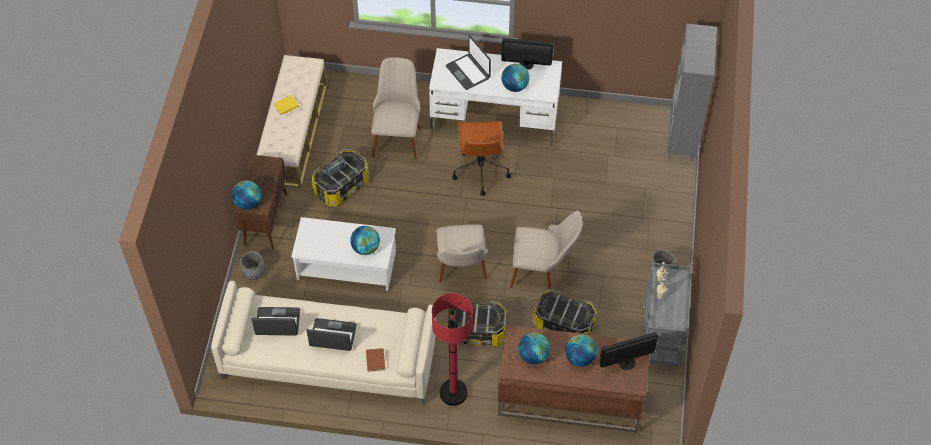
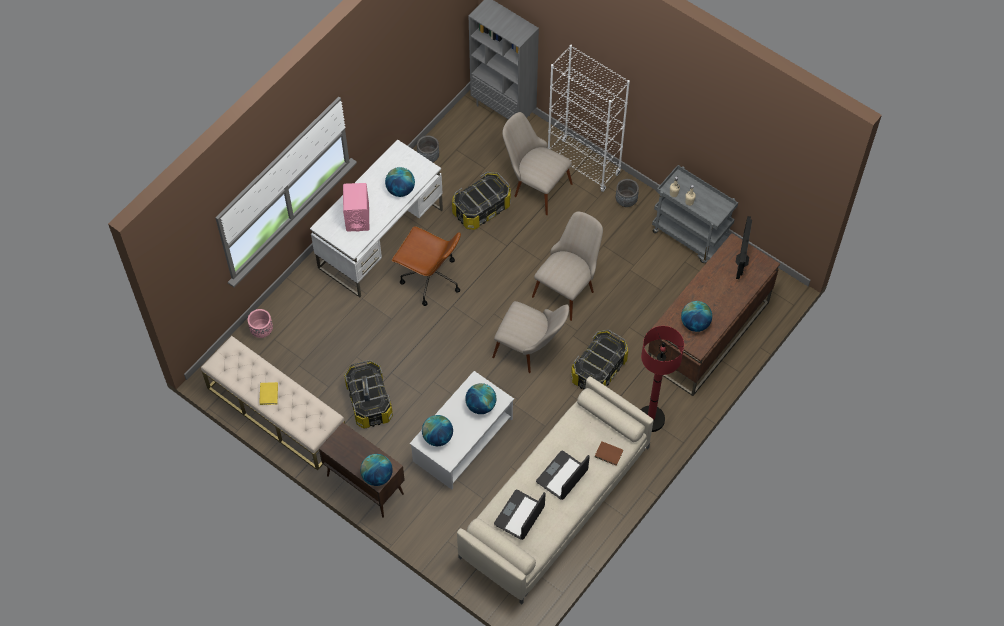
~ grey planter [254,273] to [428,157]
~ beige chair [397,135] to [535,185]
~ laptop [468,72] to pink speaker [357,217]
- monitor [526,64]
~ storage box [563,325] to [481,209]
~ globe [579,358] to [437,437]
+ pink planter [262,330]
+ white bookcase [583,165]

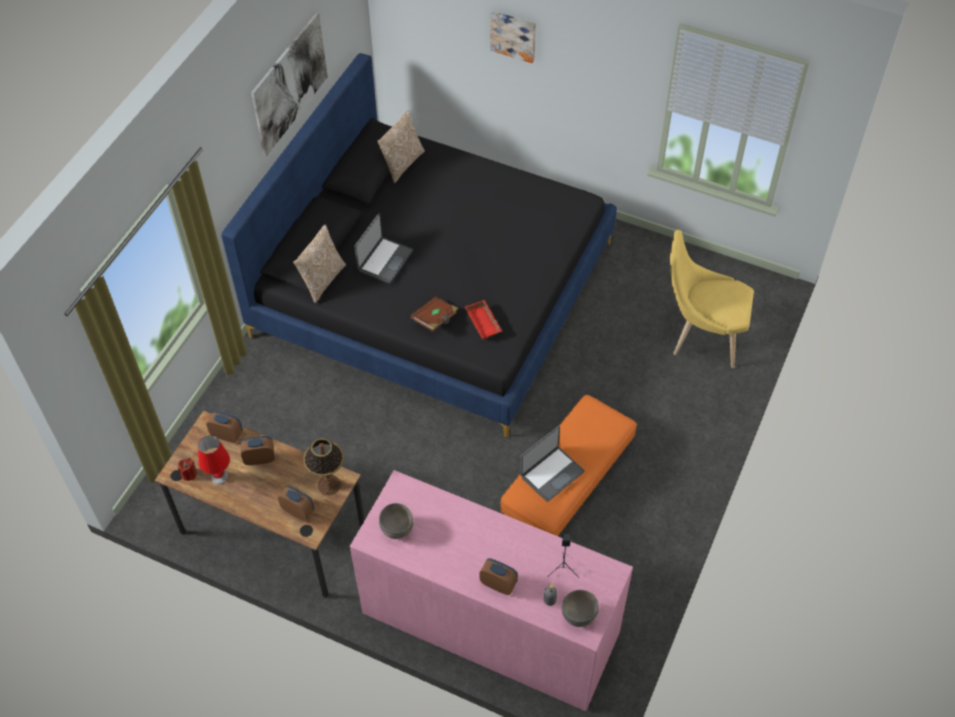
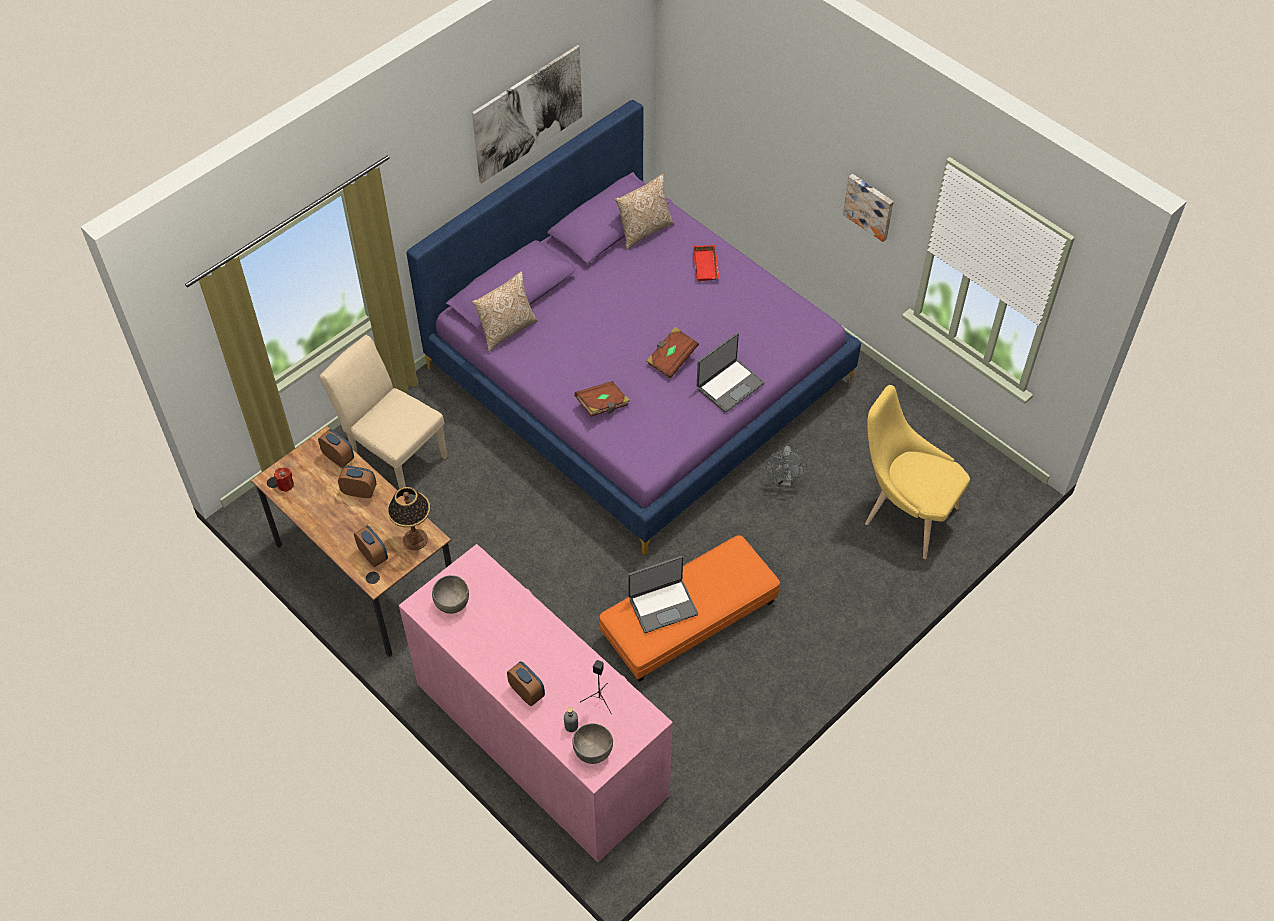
- red table lamp [219,476]
~ black bed [434,288] to purple bed [638,374]
~ laptop [384,260] to [729,385]
~ red tray [484,322] to [707,266]
~ picture [513,35] to [870,206]
+ beige chair [393,455]
+ brown book [671,359]
+ grey fan [784,480]

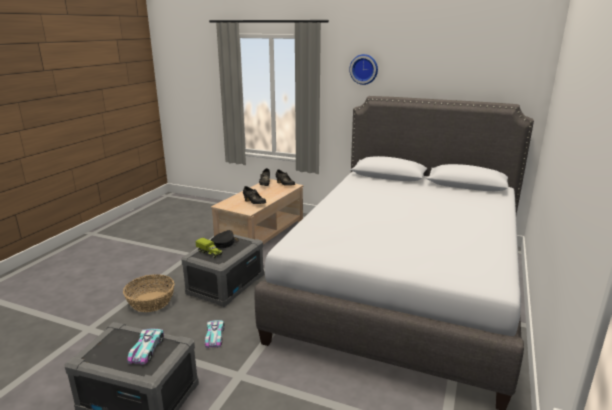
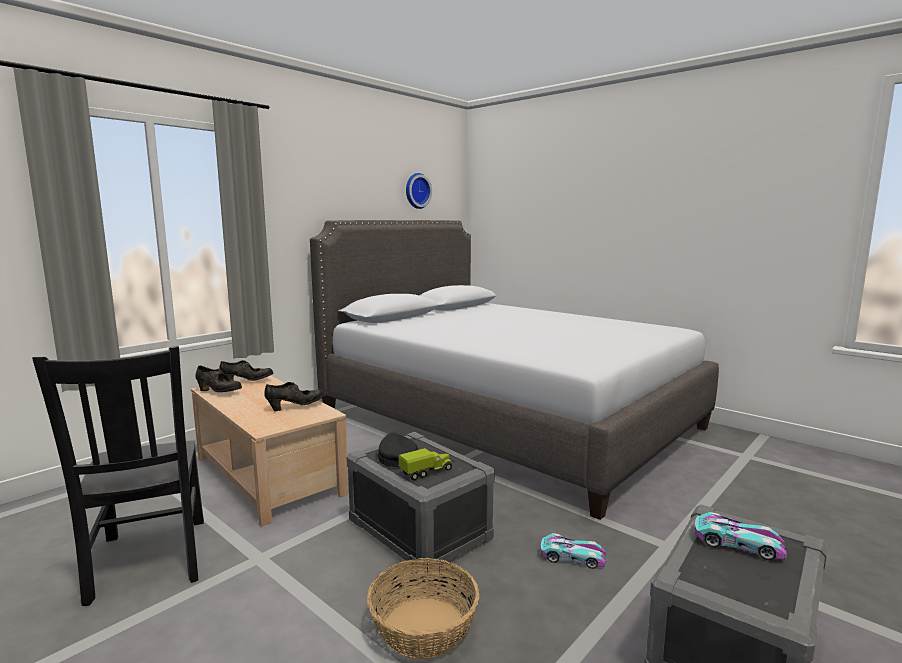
~ wall clock [364,69] to [416,191]
+ black chair [148,561]

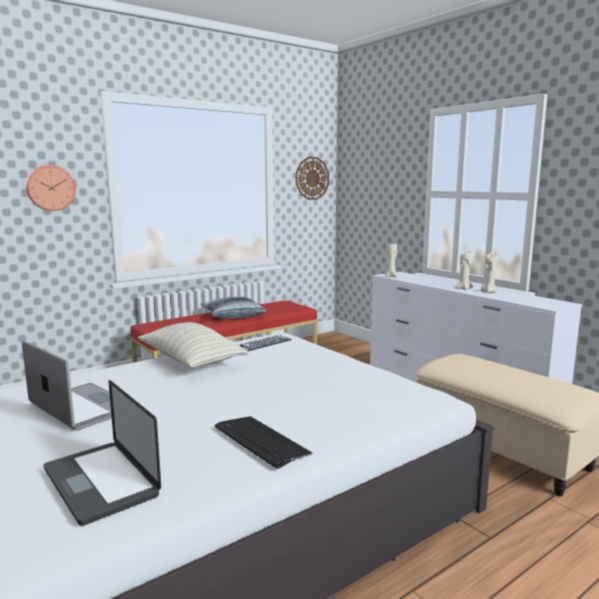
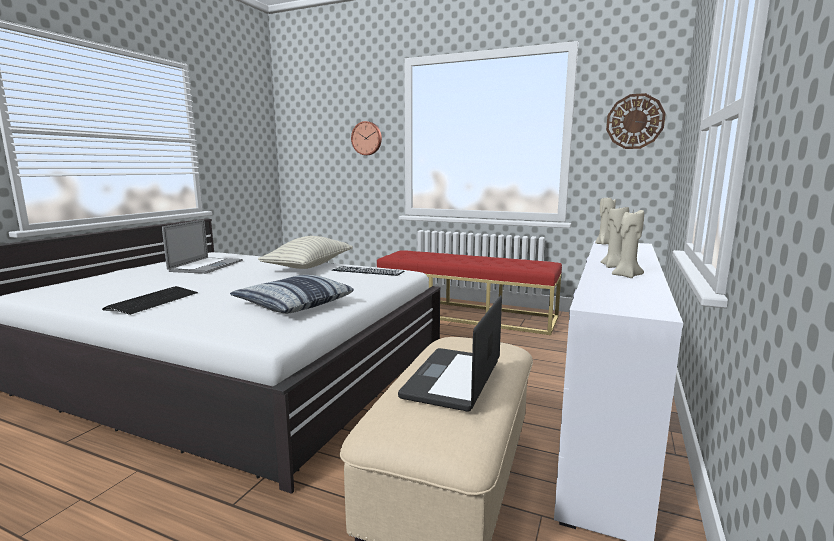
~ laptop [100,482] to [453,379]
~ pillow [232,315] to [293,304]

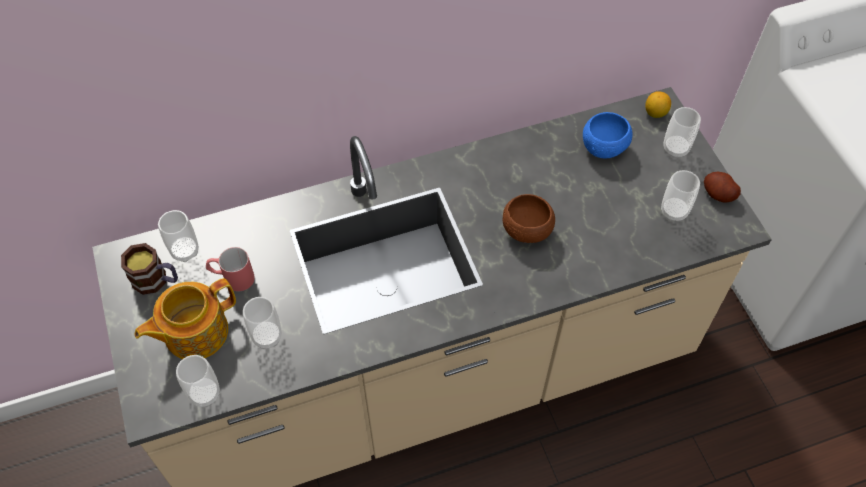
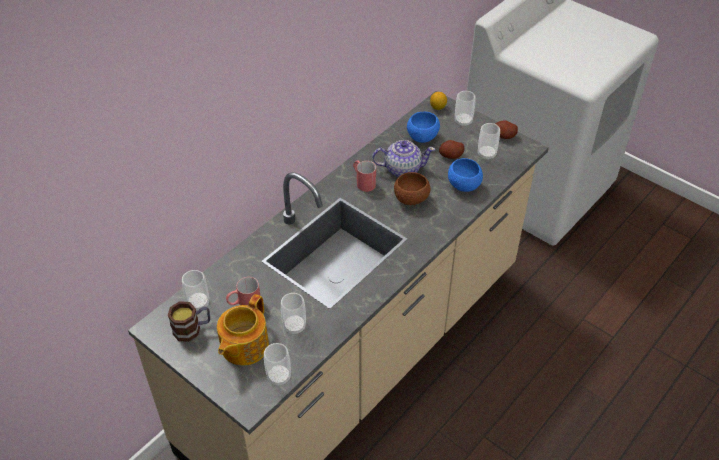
+ red mug [363,182]
+ teapot [402,169]
+ potato [451,156]
+ blue bowl [464,185]

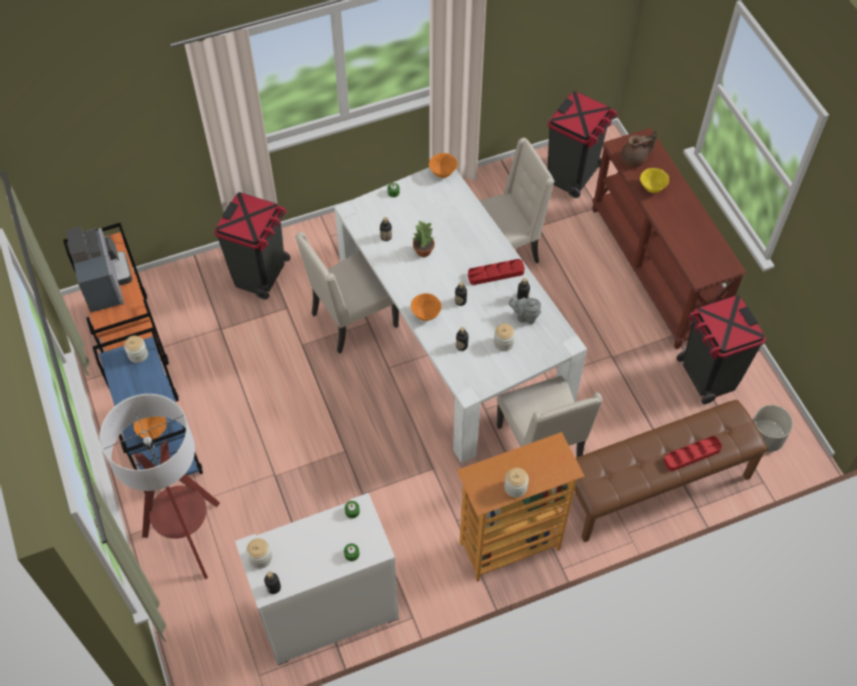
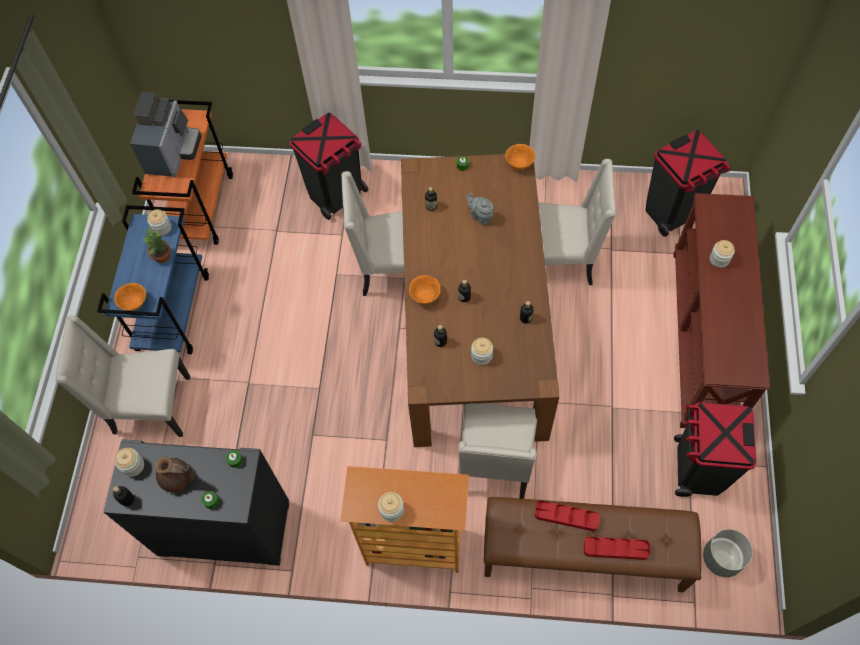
~ floor lamp [189,538] to beige chair [150,407]
~ white cabinet [327,613] to black cabinet [223,529]
~ white dining table [453,336] to brown dining table [473,323]
~ potted plant [423,251] to [162,256]
~ red tray [496,274] to [566,516]
~ grey teapot [525,317] to [480,216]
~ brown teapot [635,159] to [178,478]
~ yellow bowl [652,188] to jar [719,259]

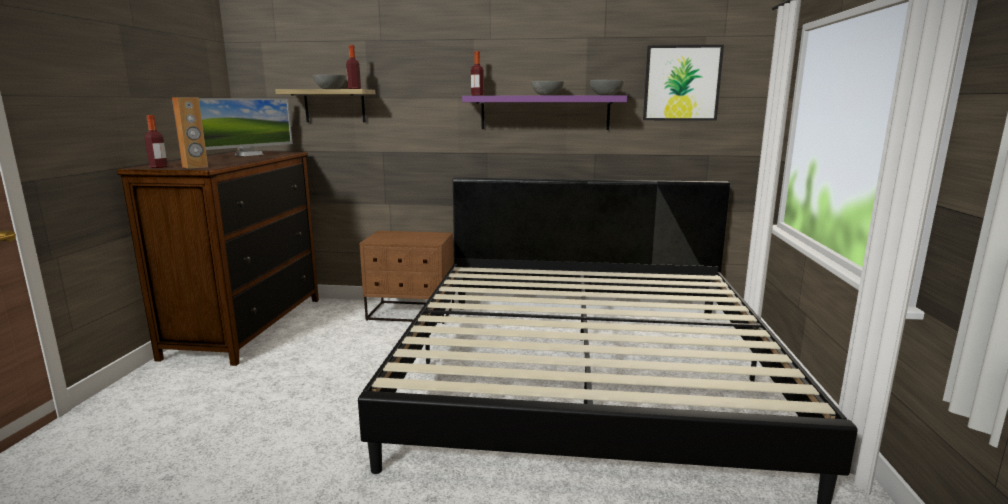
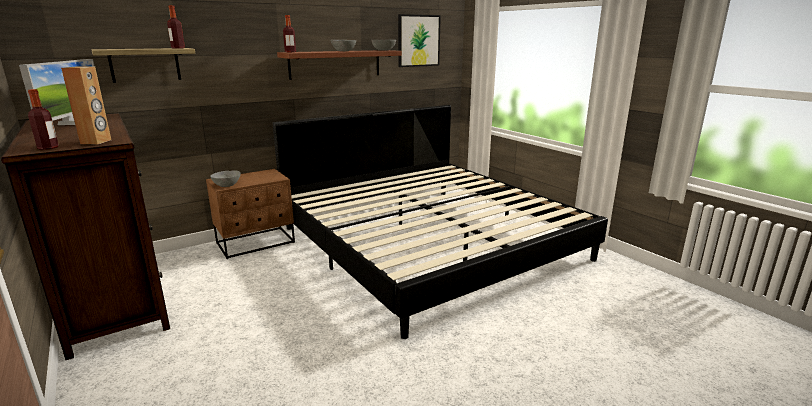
~ grey bowl [330,89] to [227,185]
~ purple shelf [544,112] to brown shelf [335,64]

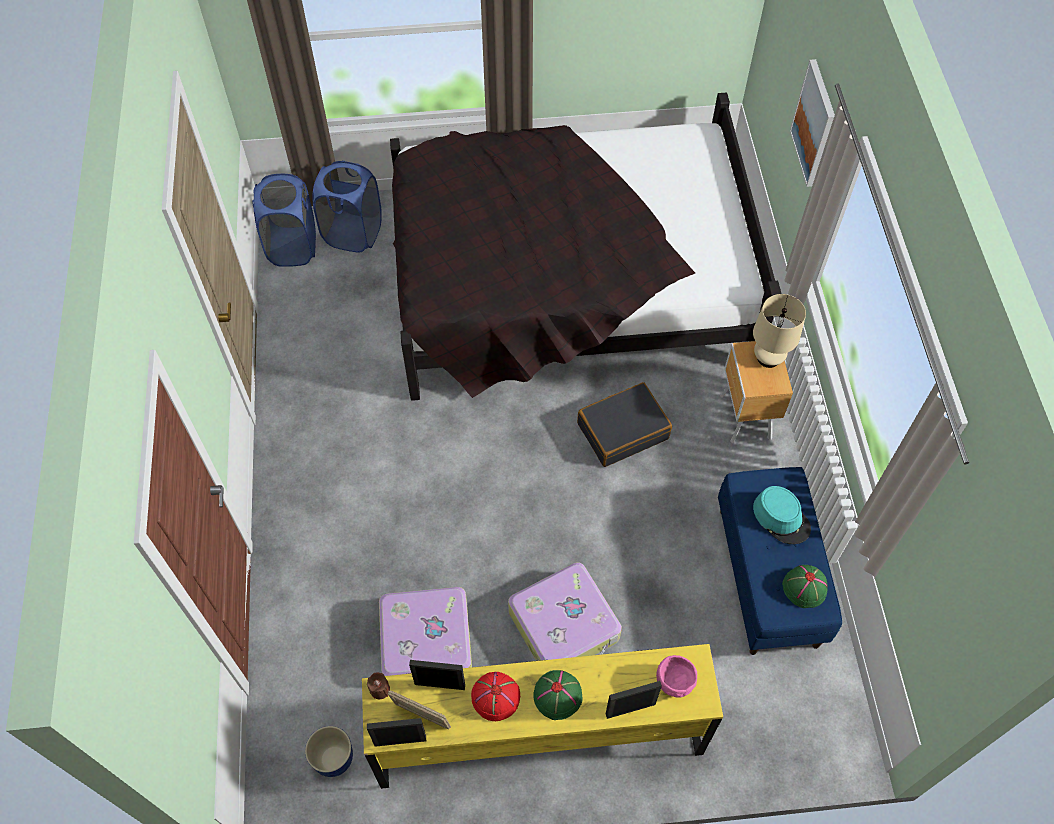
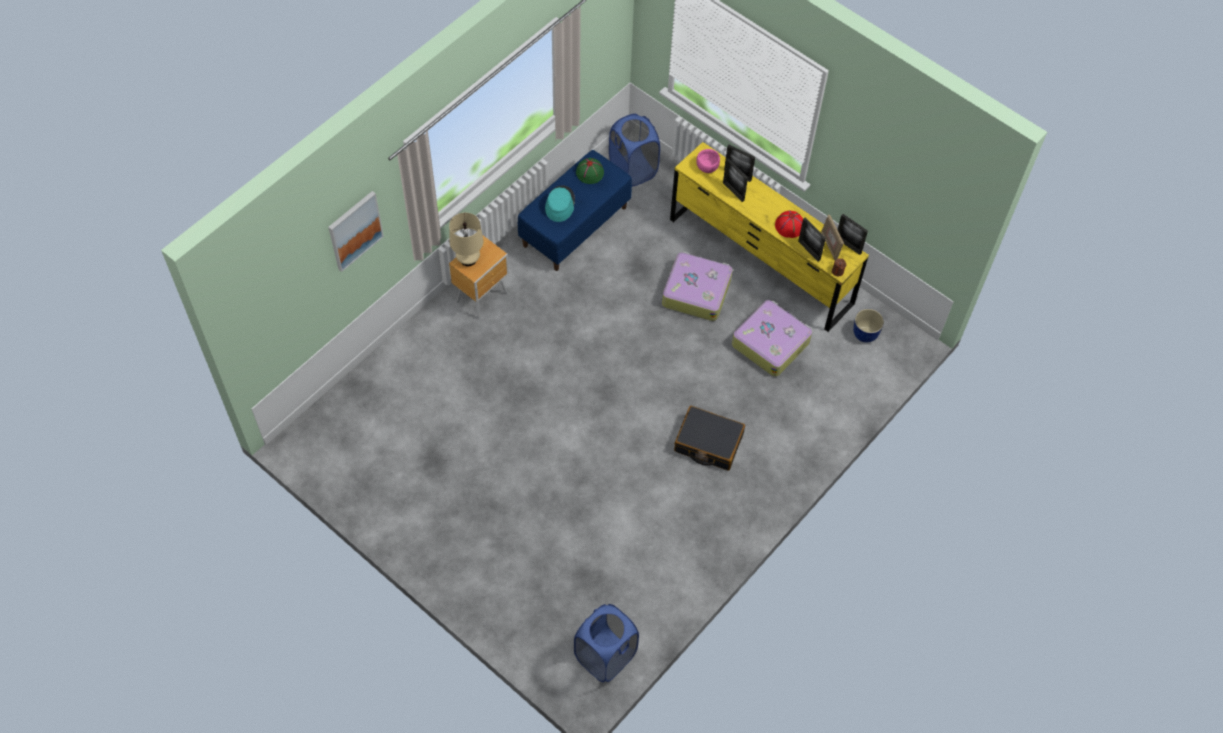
~ blue laundry basket [353,233] to [633,169]
- black bed [567,284]
- green hat [558,695]
~ black suitcase [622,430] to [708,443]
+ picture frame [733,191]

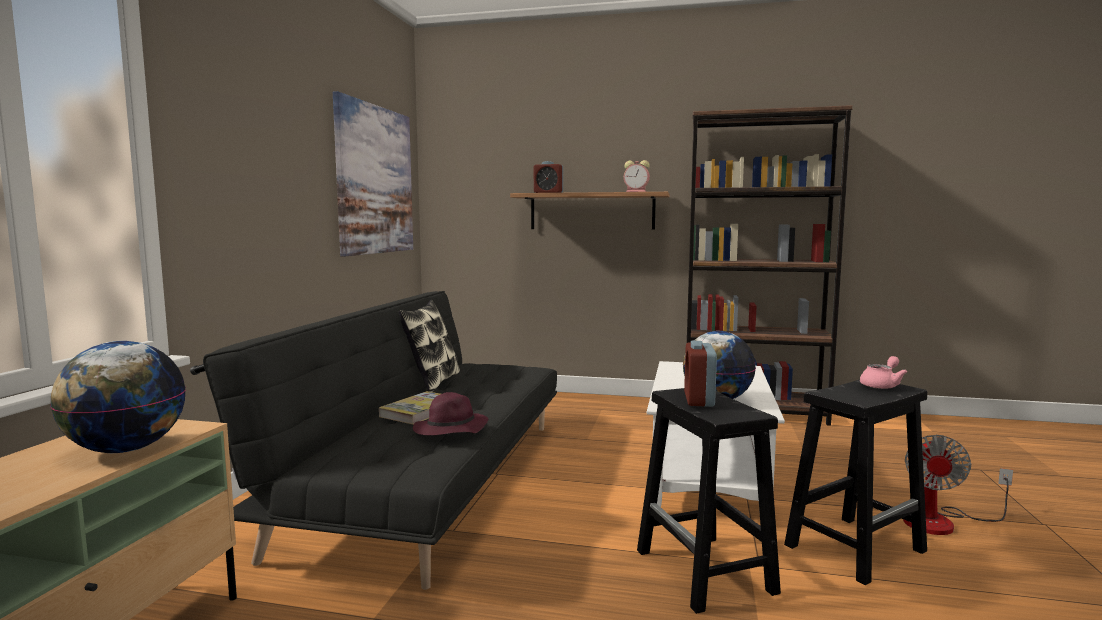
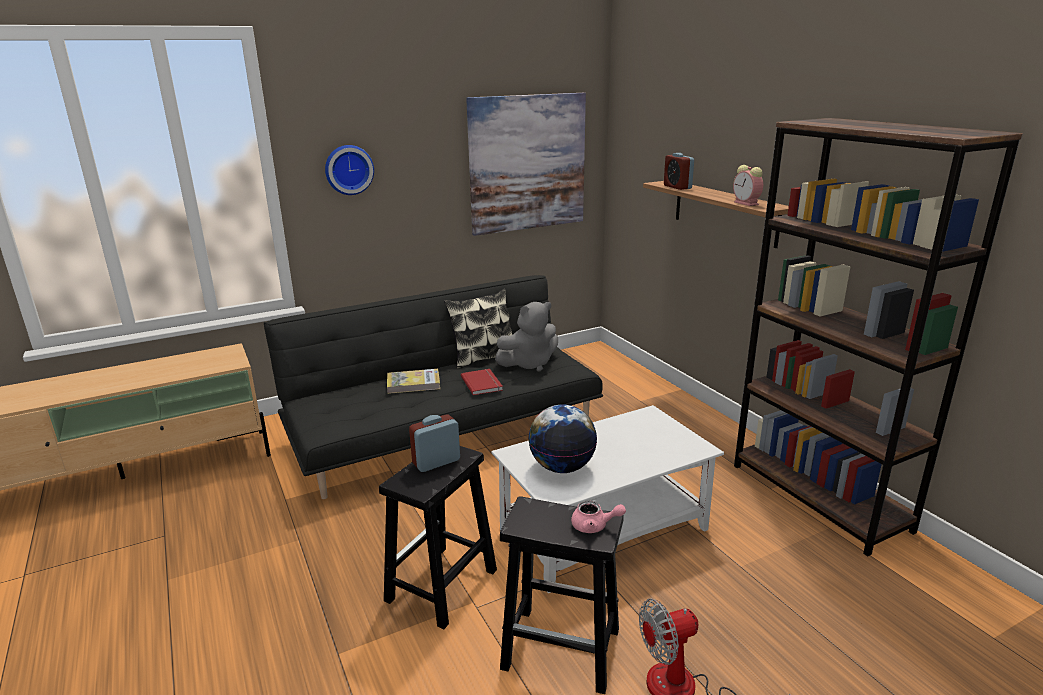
- globe [125,449]
- purple hat [450,430]
+ wall clock [348,169]
+ red book [483,383]
+ grey plush toy [529,364]

